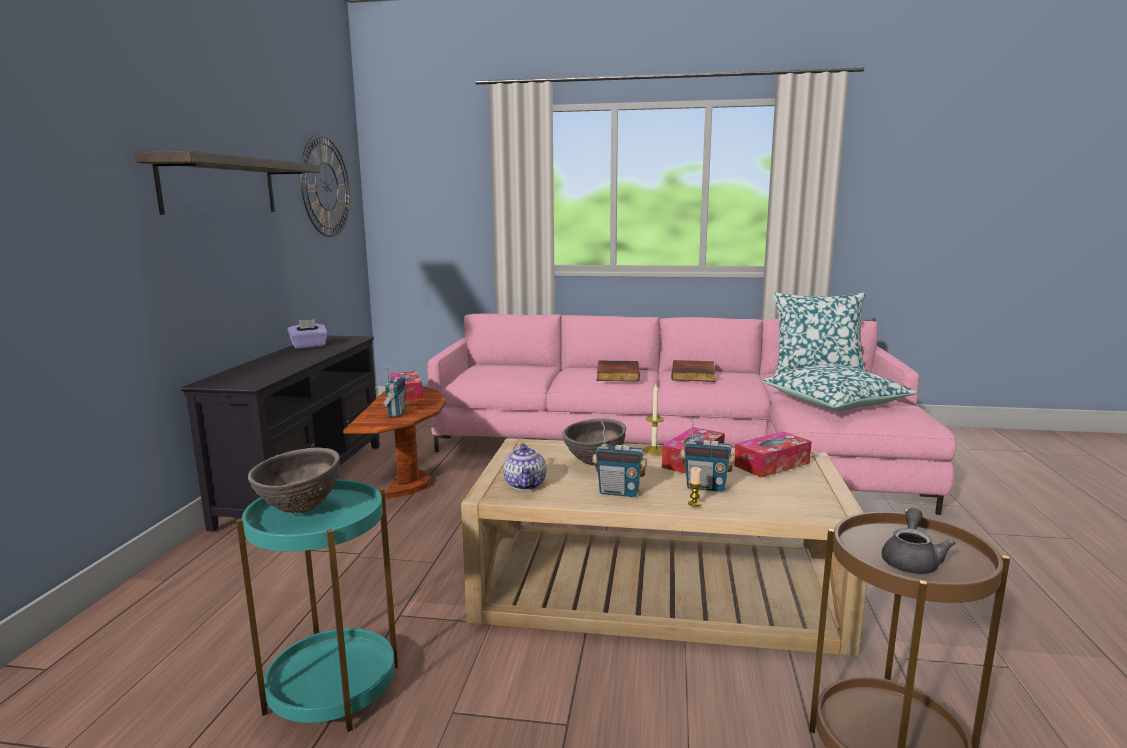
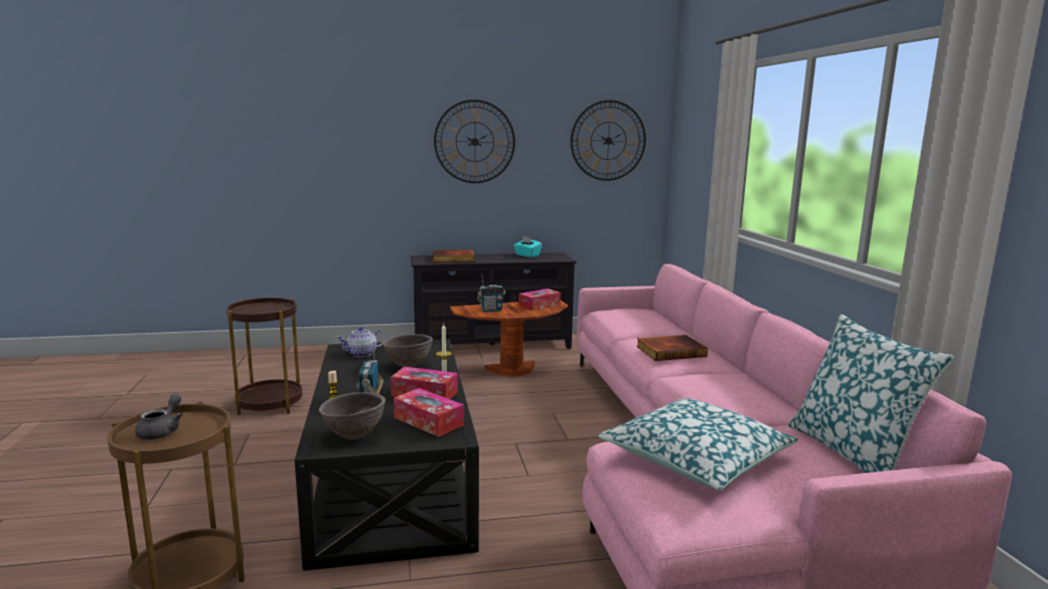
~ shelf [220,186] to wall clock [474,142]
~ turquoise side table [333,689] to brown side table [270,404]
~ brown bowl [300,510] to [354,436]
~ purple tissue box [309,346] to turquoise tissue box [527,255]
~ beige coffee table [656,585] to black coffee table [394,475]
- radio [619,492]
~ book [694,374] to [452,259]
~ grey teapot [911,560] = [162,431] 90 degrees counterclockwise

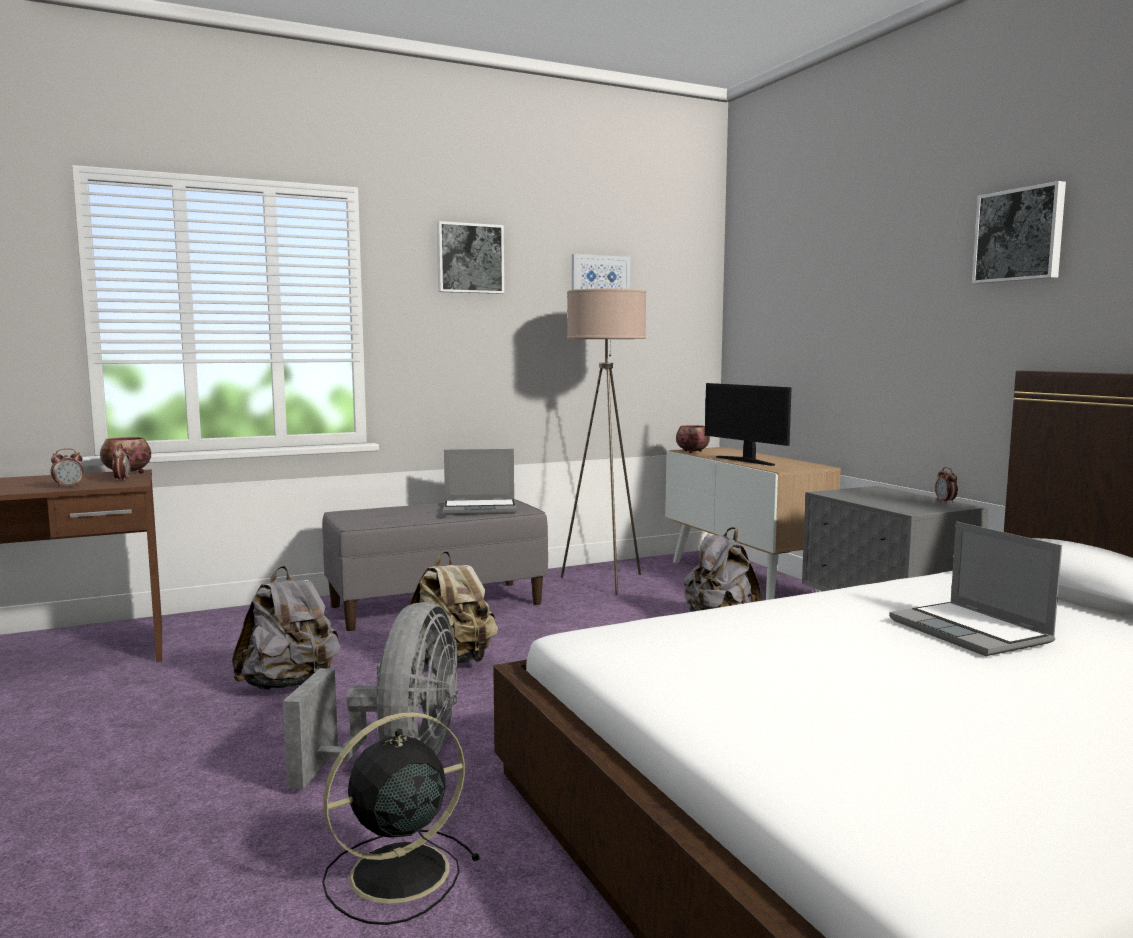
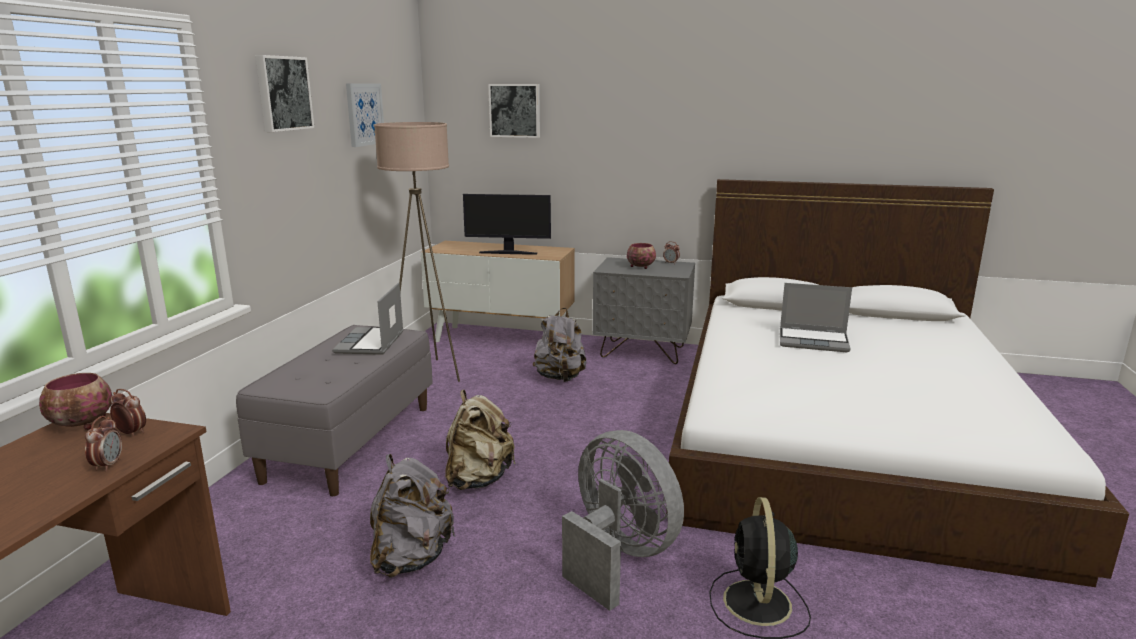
~ laptop [481,509] = [370,343] 150 degrees clockwise
~ bowl [693,452] to [640,267]
~ picture [1020,235] to [515,110]

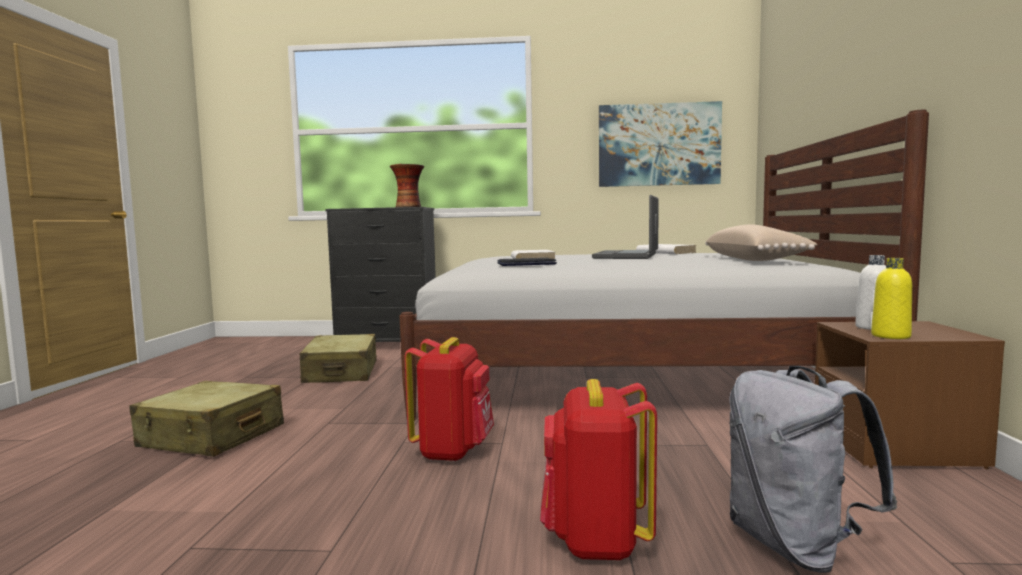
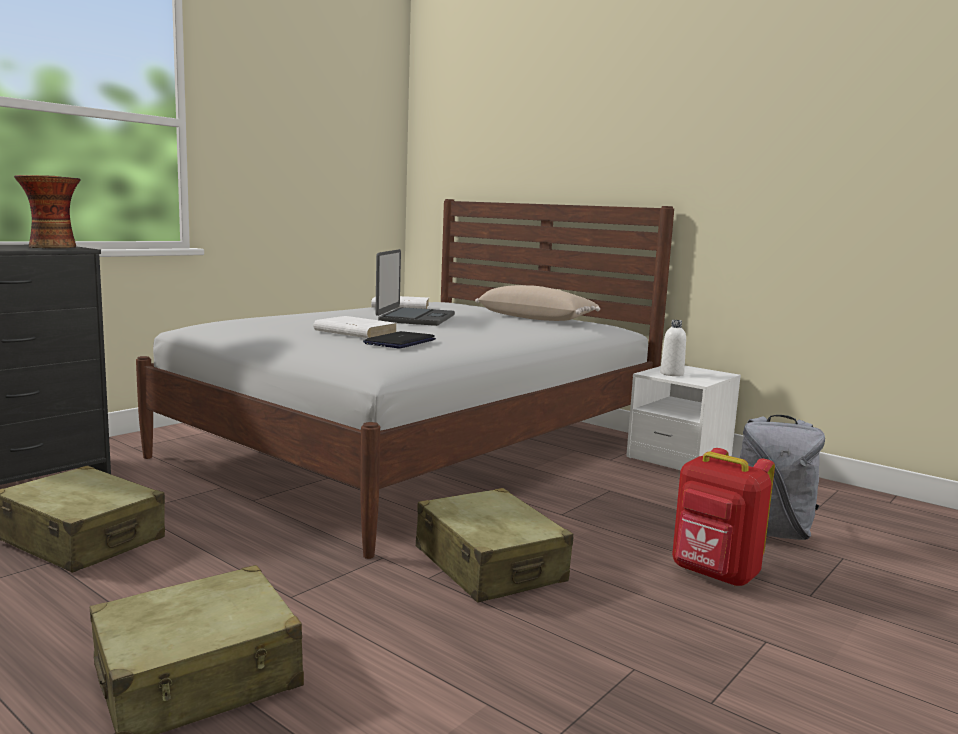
~ red backpack [453,451] to beige suitcase [490,565]
~ laptop [627,256] = [415,318] 135 degrees counterclockwise
- picture [658,145]
~ brown nightstand [895,447] to white nightstand [679,458]
- yellow bottle [890,336]

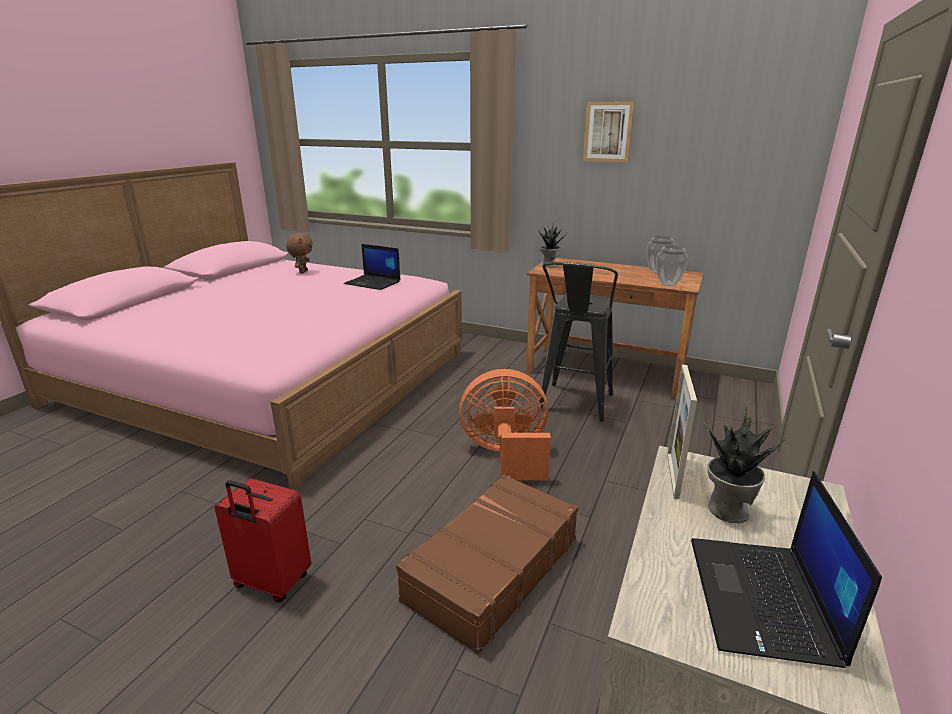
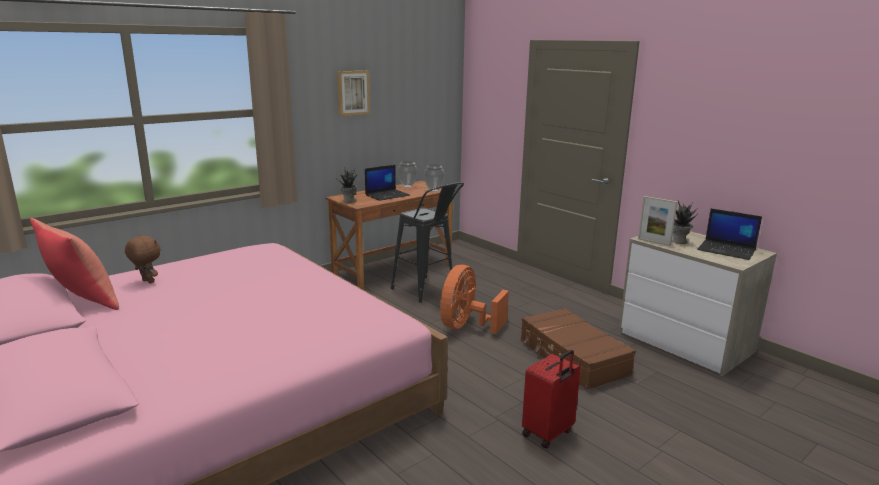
~ laptop [373,283] to [387,195]
+ red pillow [82,301]

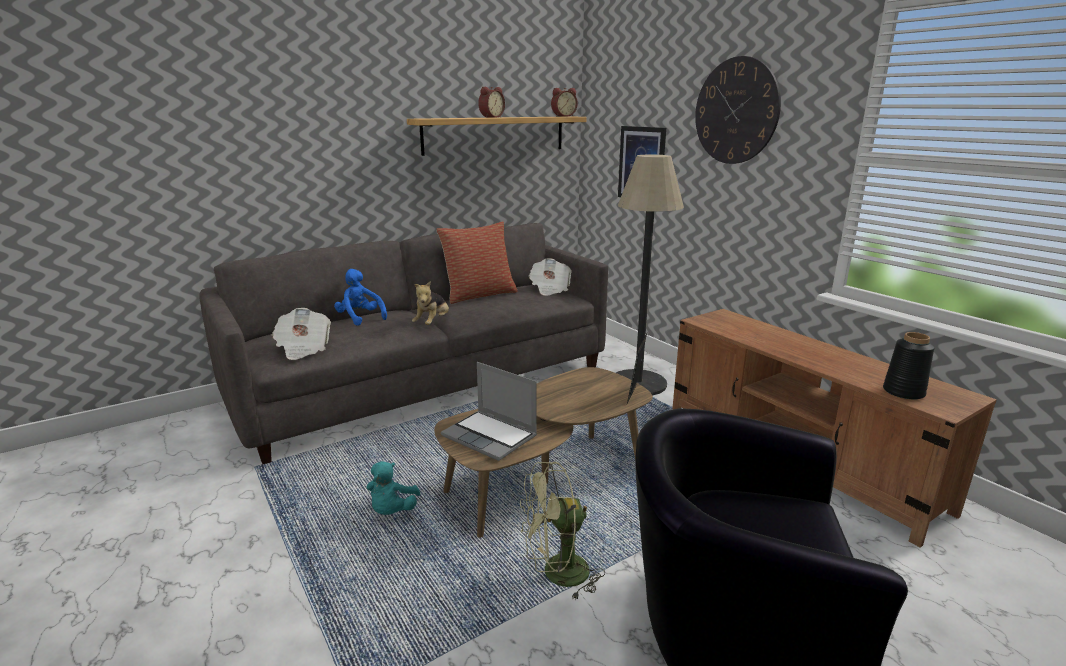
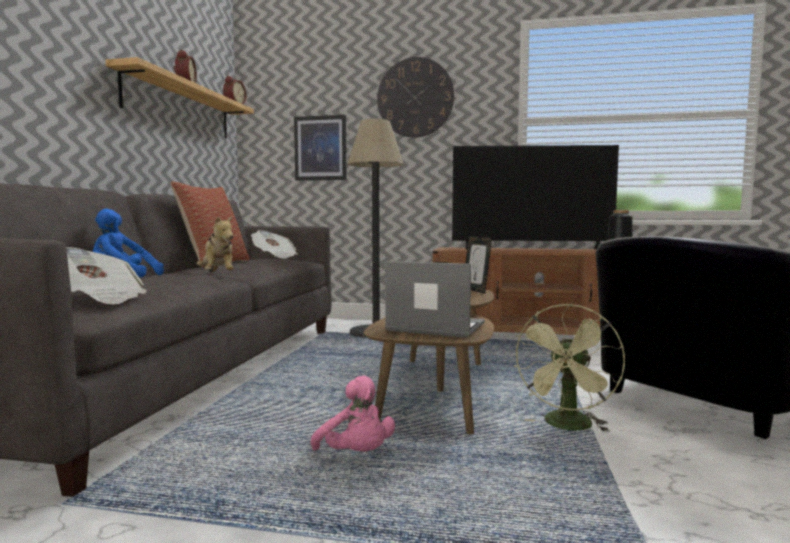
~ turquoise plush toy [392,511] to pink plush toy [356,455]
~ laptop [491,436] = [434,328] 150 degrees counterclockwise
+ television [532,249]

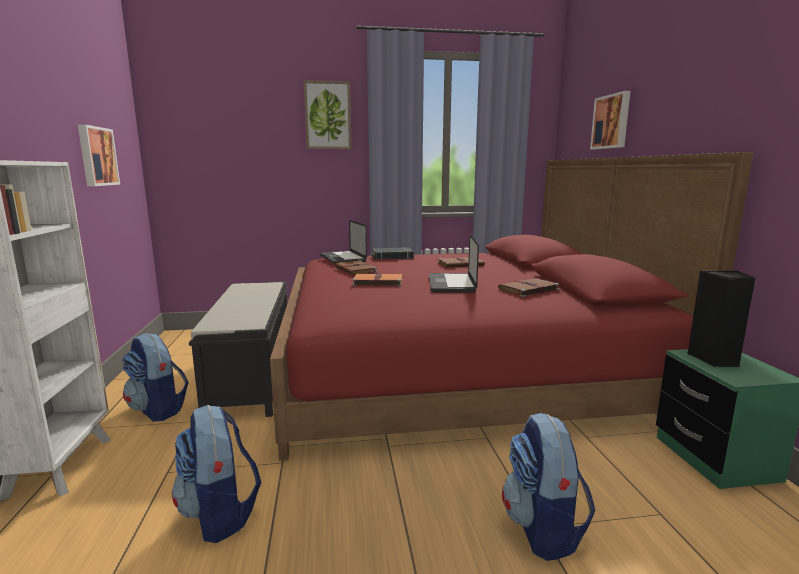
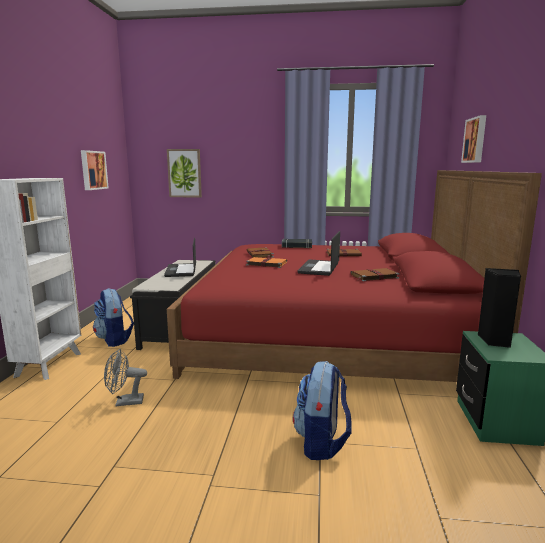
~ backpack [220,514] to grey fan [125,402]
~ picture [328,115] to [184,173]
~ laptop [342,258] to [181,271]

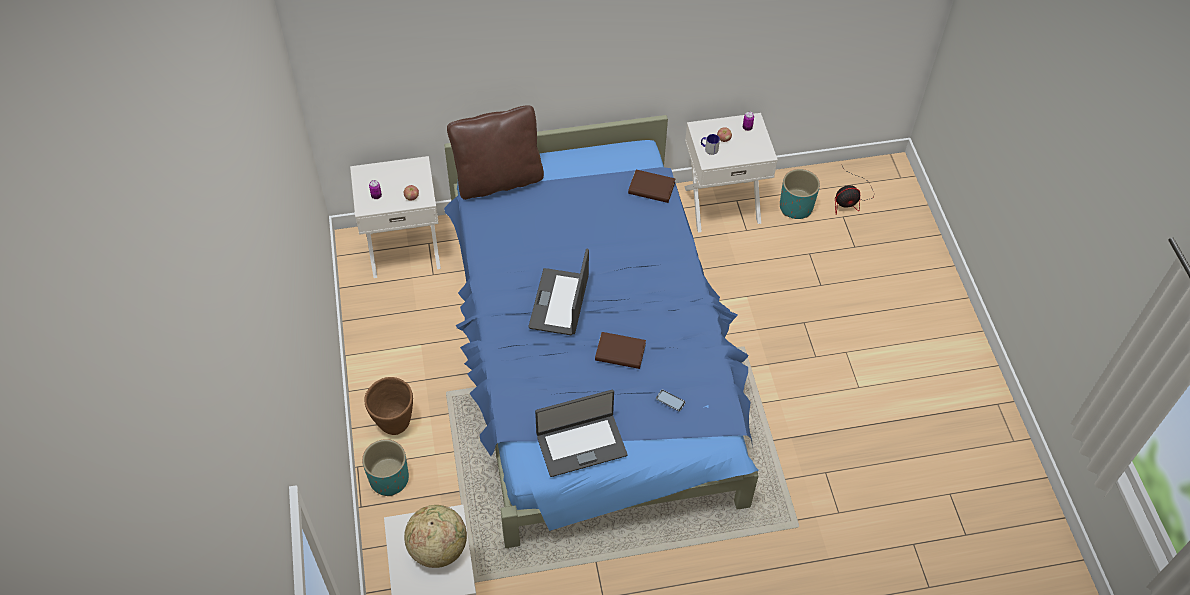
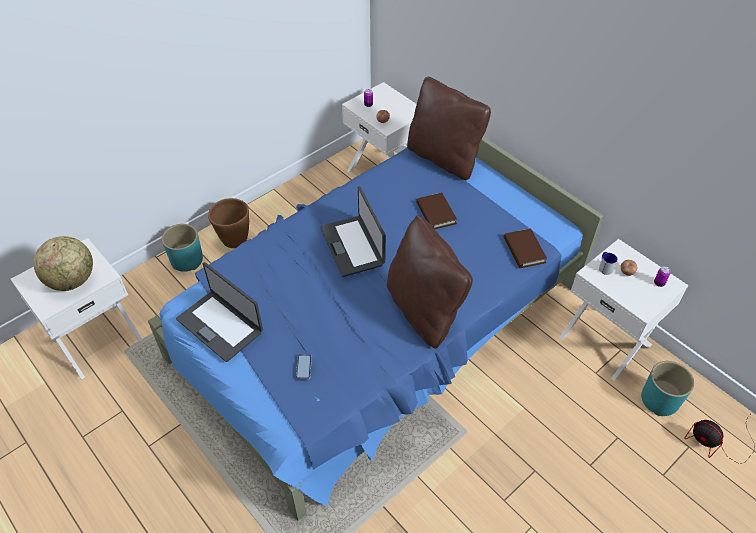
~ laptop [560,302] = [353,246] 90 degrees counterclockwise
~ brown book [620,352] to [436,213]
+ brown pillow [424,310]

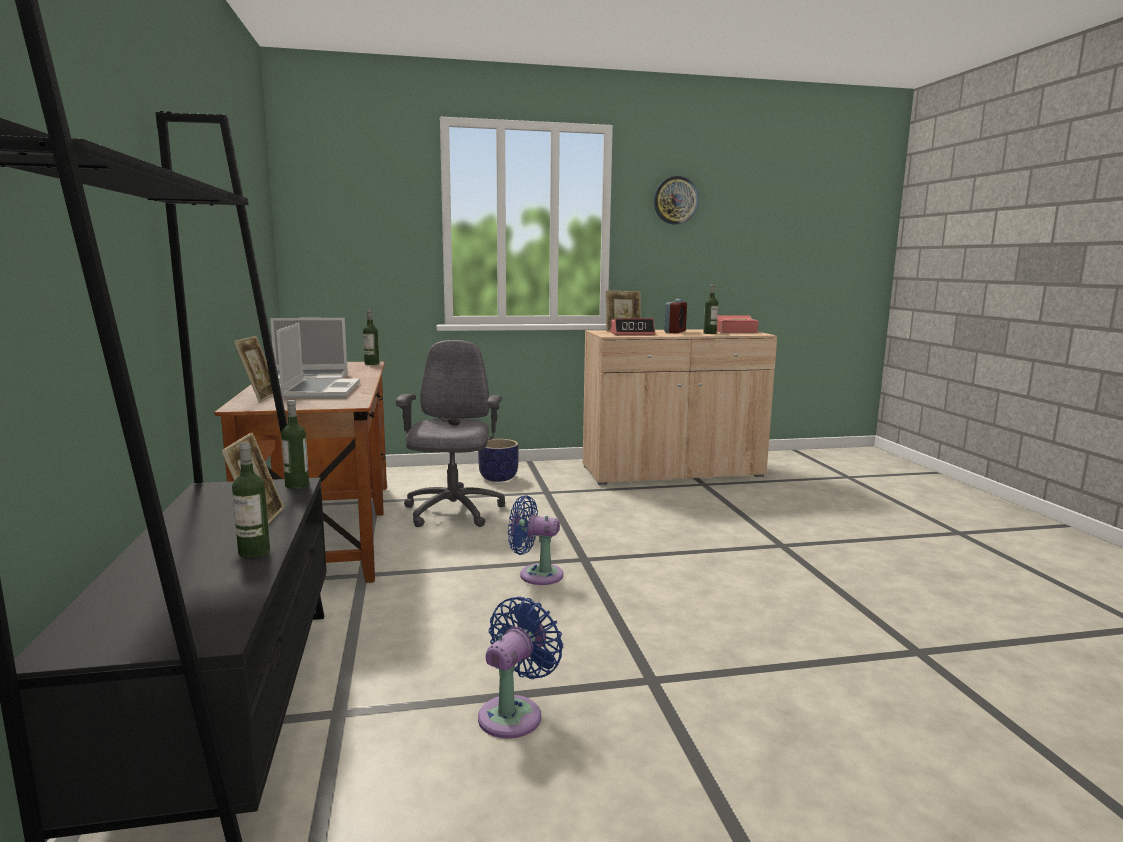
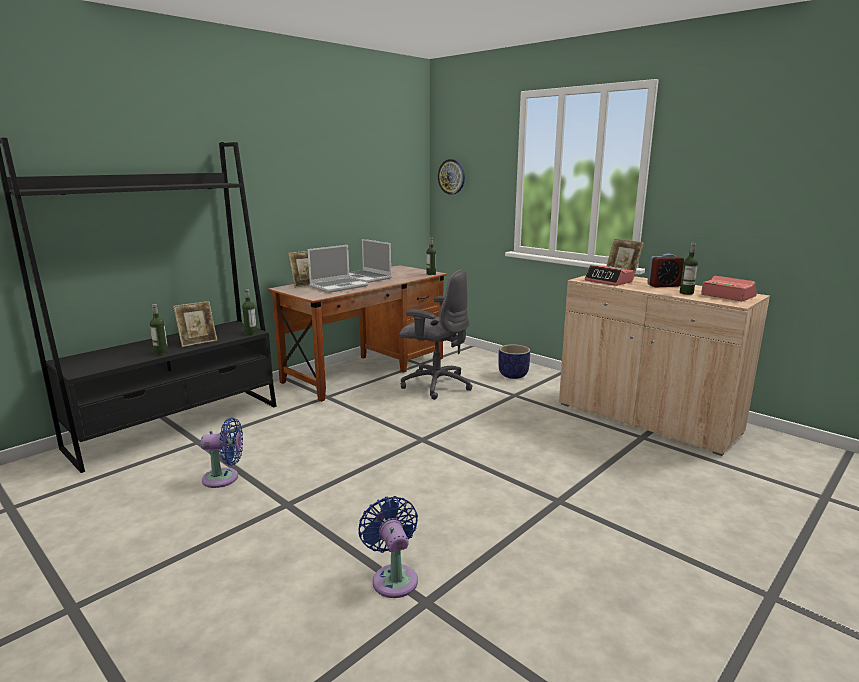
~ grey office chair [452,512] = [435,385] 60 degrees clockwise
~ blue fan [536,574] to [393,577]
~ wall clock [675,200] to [451,176]

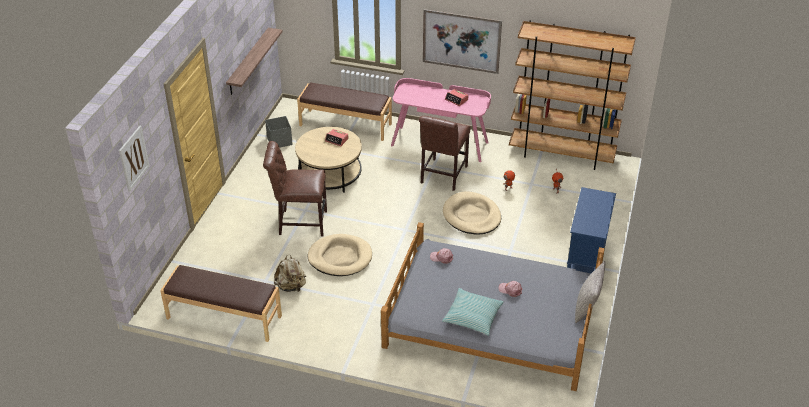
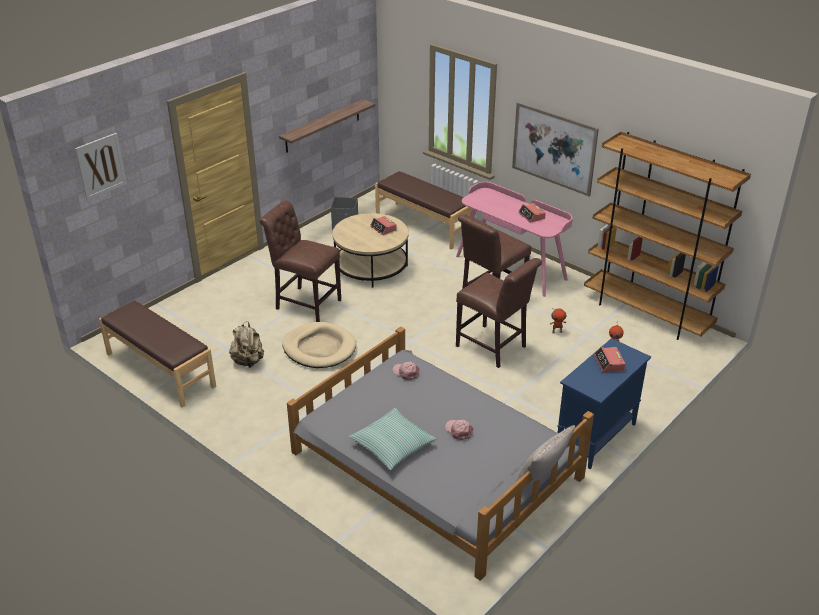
~ beige dog bed [472,216] to brown chair [494,348]
+ alarm clock [609,363]

